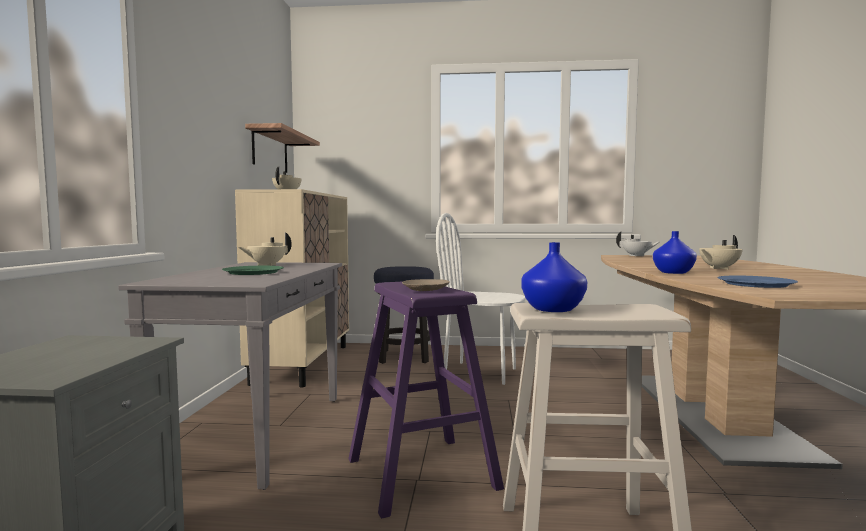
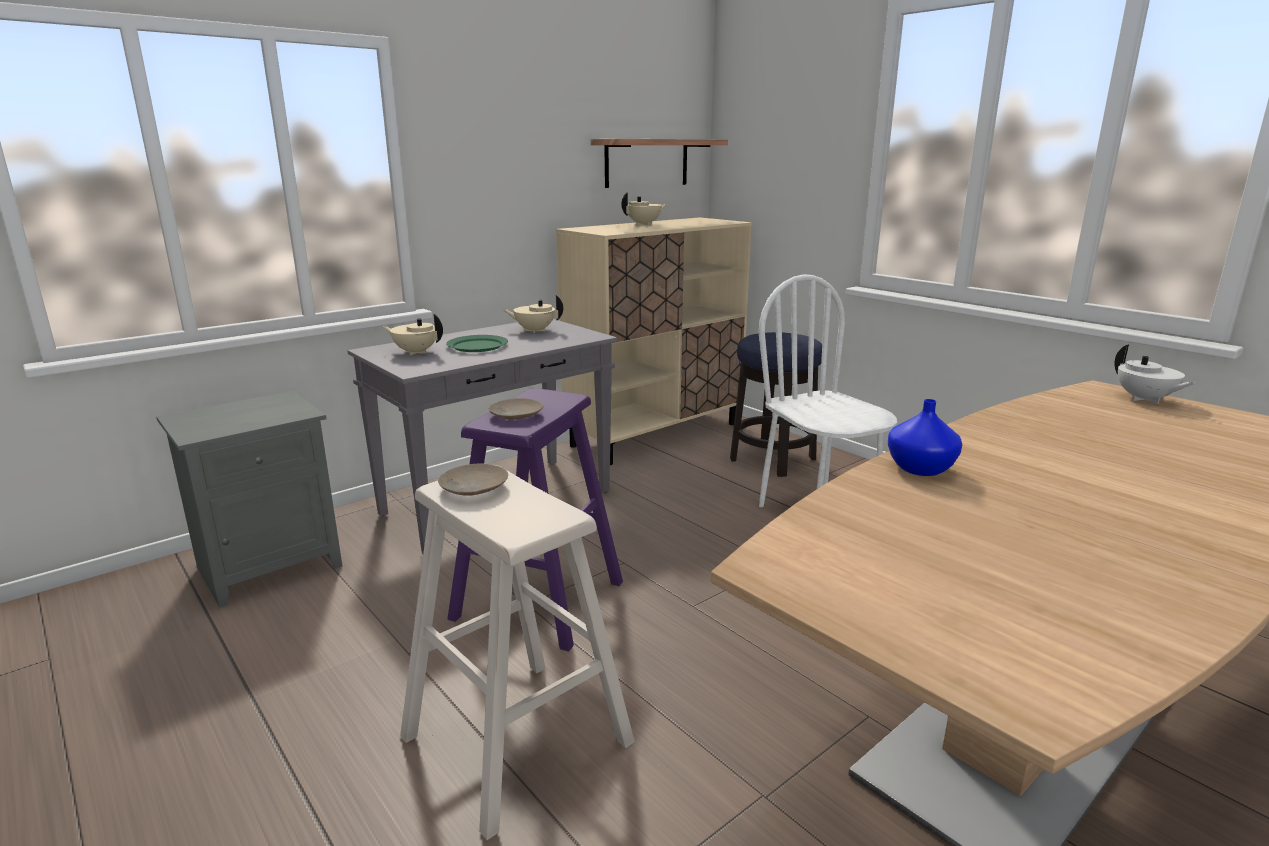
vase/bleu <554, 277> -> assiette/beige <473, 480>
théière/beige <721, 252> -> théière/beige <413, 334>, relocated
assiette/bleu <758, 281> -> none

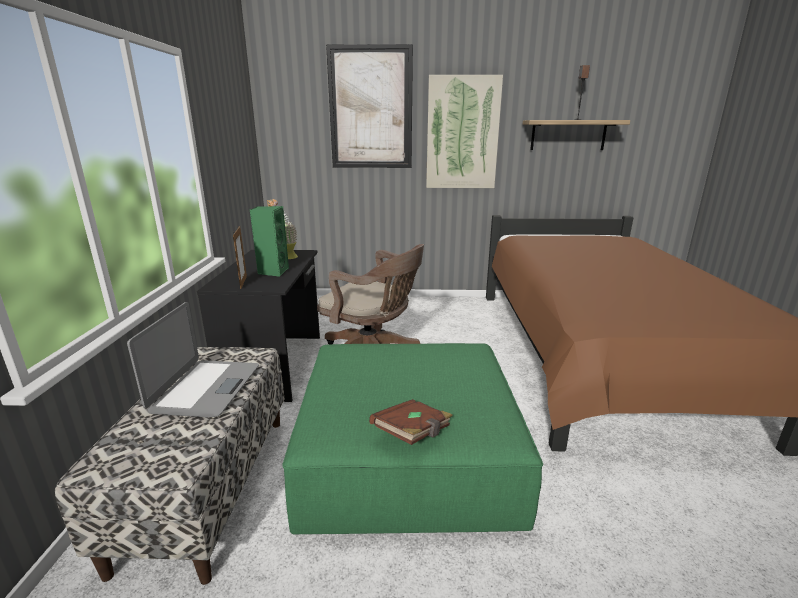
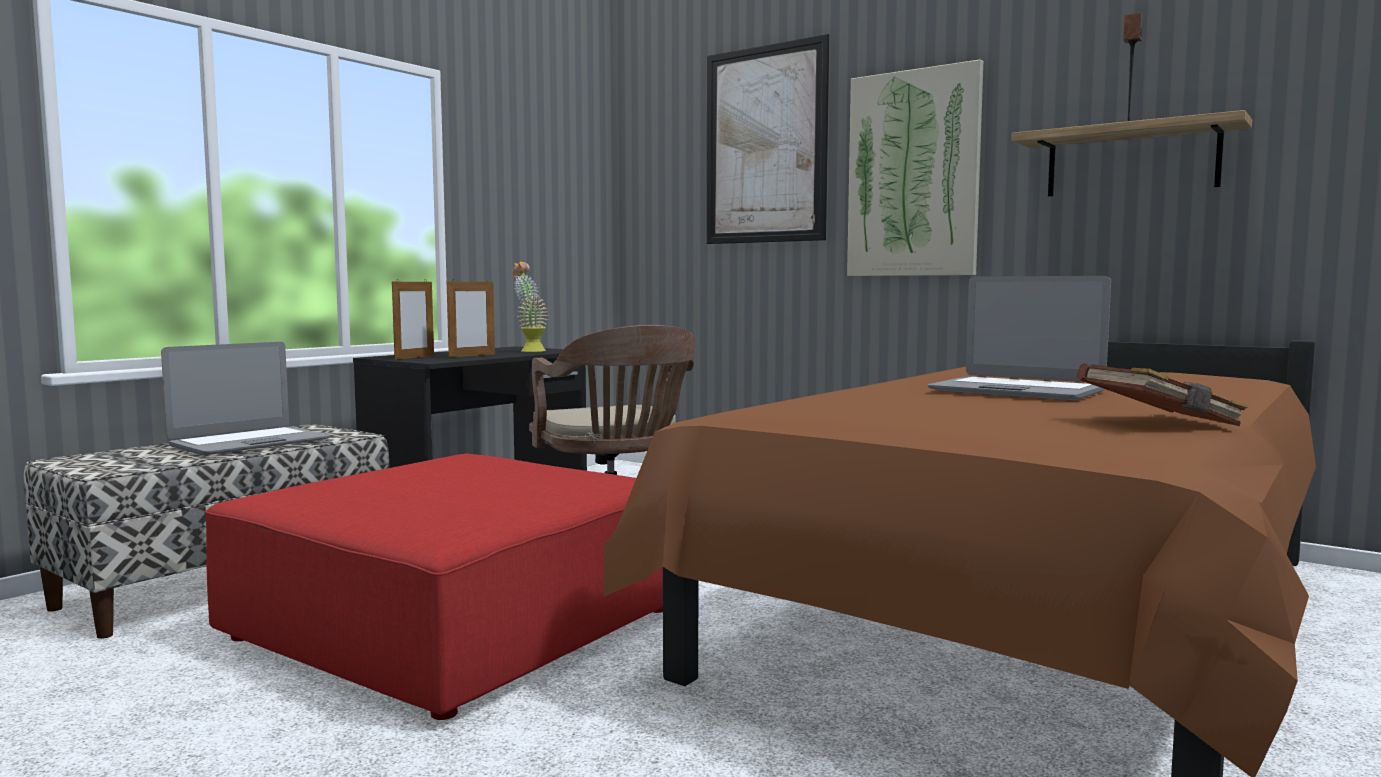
enceinte/vert <269, 241> -> cadre photo <471, 318>
pouf/vert <412, 438> -> pouf/rouge <433, 586>
livre/marron <411, 422> -> livre/marron <1162, 395>, relocated
none -> ordinateur portable <1019, 338>

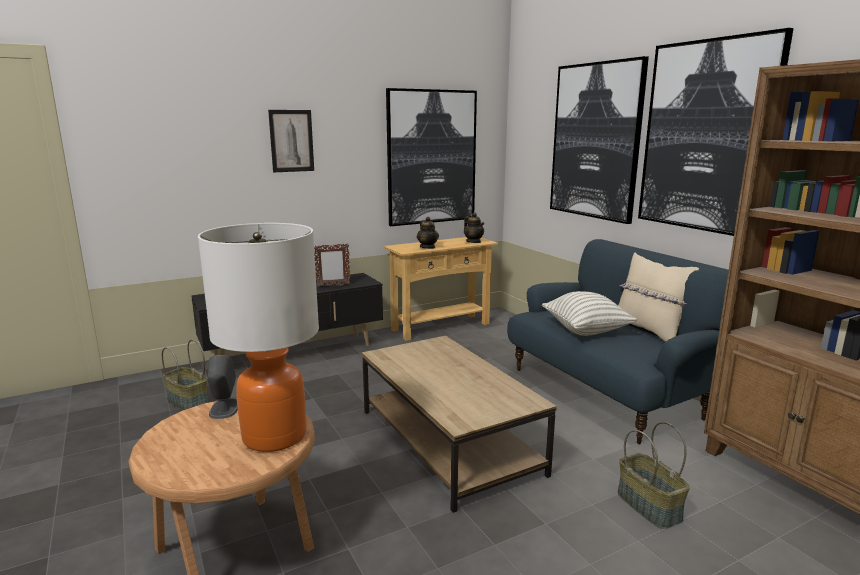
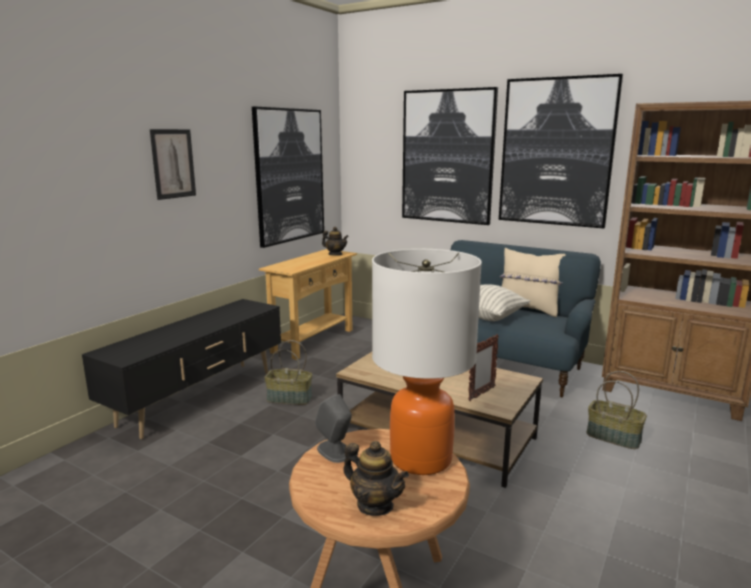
panier <185, 375> -> panier <288, 372>, relocated
cadre photo <332, 265> -> cadre photo <483, 367>, relocated
théière <428, 233> -> théière <376, 478>, relocated

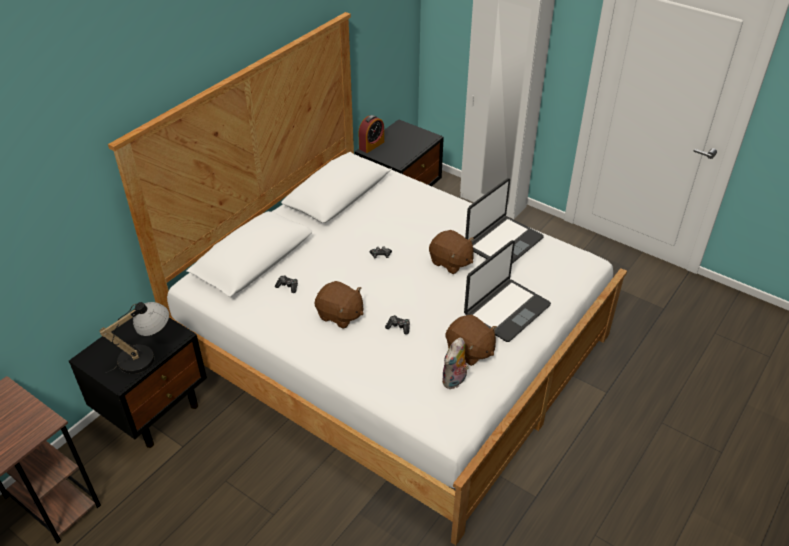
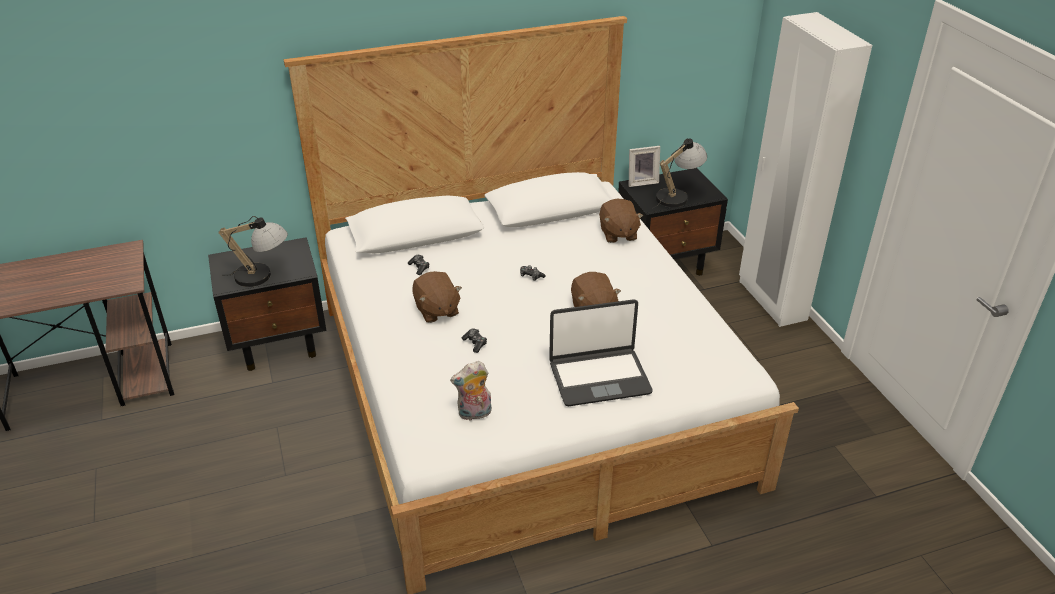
réveil <371, 134> -> cadre photo <644, 166>
peluche/marron <471, 340> -> peluche/marron <621, 221>, relocated
ordinateur portable <504, 221> -> none
none -> lampe de table <679, 174>

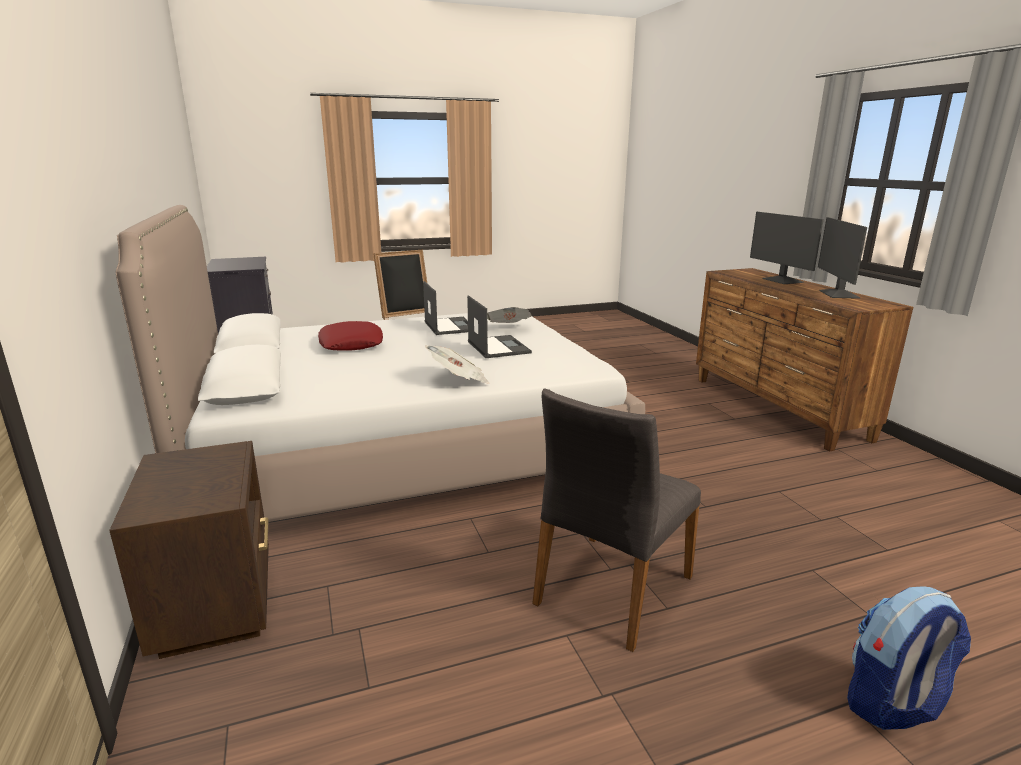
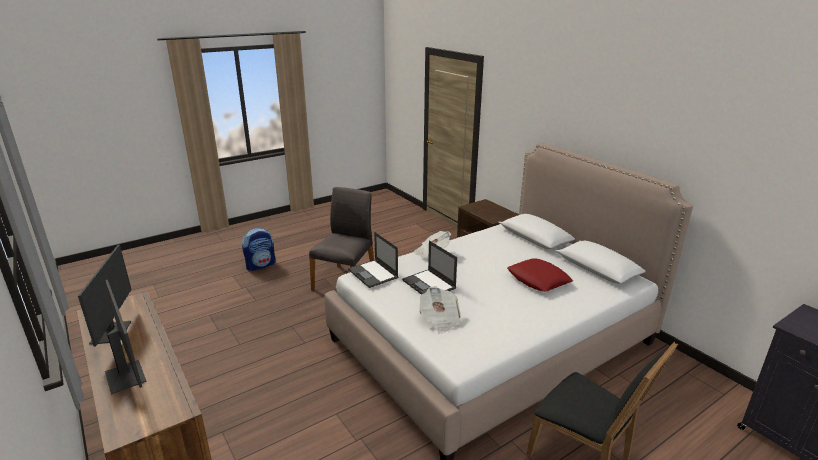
ordinateur portable <445, 308> -> ordinateur portable <373, 260>, relocated

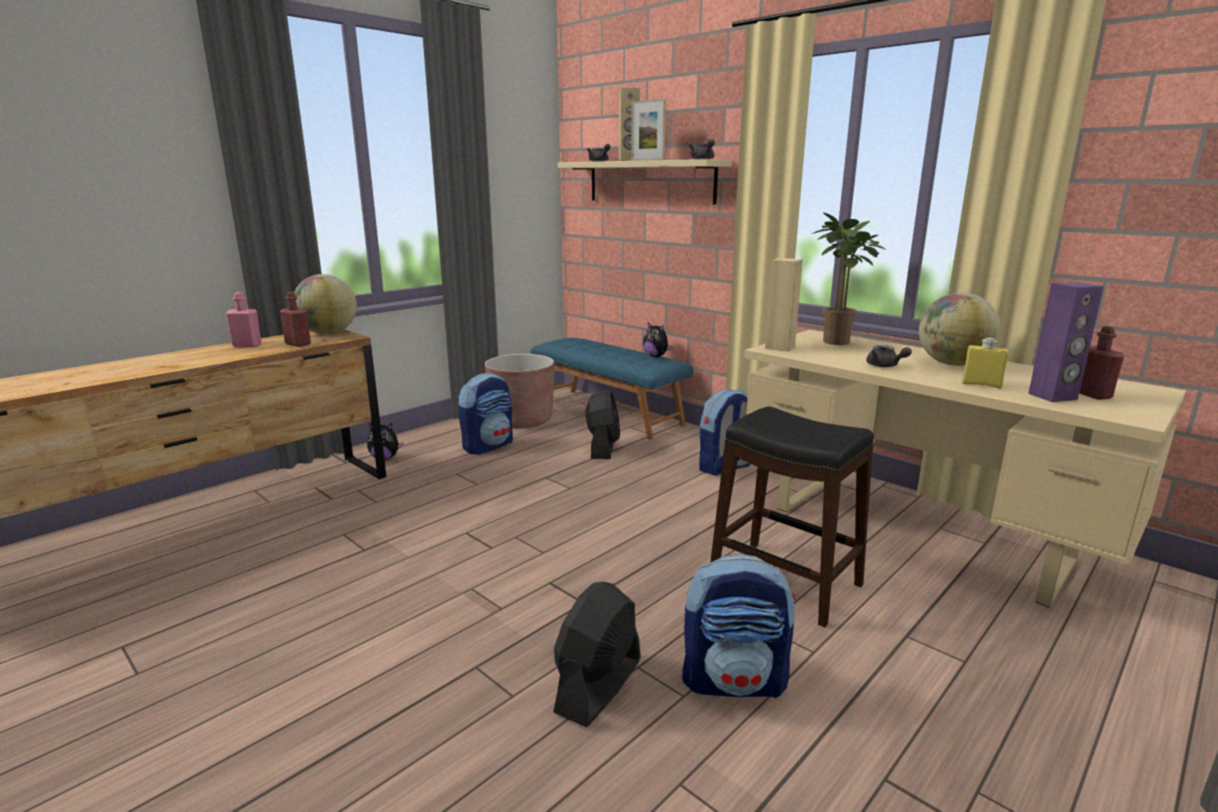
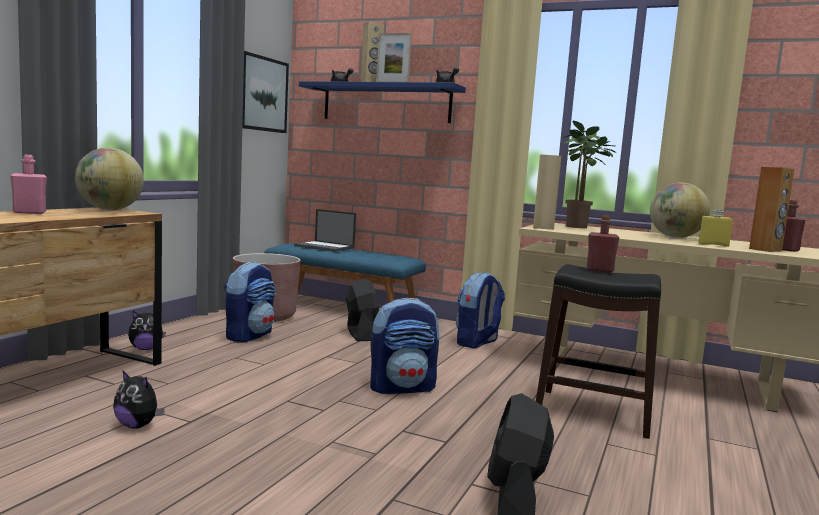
bouteille/rouge <295, 319> -> bouteille/rouge <603, 244>, relocated
étagère/beige <645, 182> -> étagère/bleu <382, 102>
peluche <658, 339> -> peluche <139, 399>, relocated
sac à dos <739, 625> -> sac à dos <404, 346>, relocated
théière/gris <889, 356> -> none
enceinte/violet <1066, 342> -> enceinte/marron <772, 209>
none -> tableau <265, 92>
none -> ordinateur portable <325, 230>

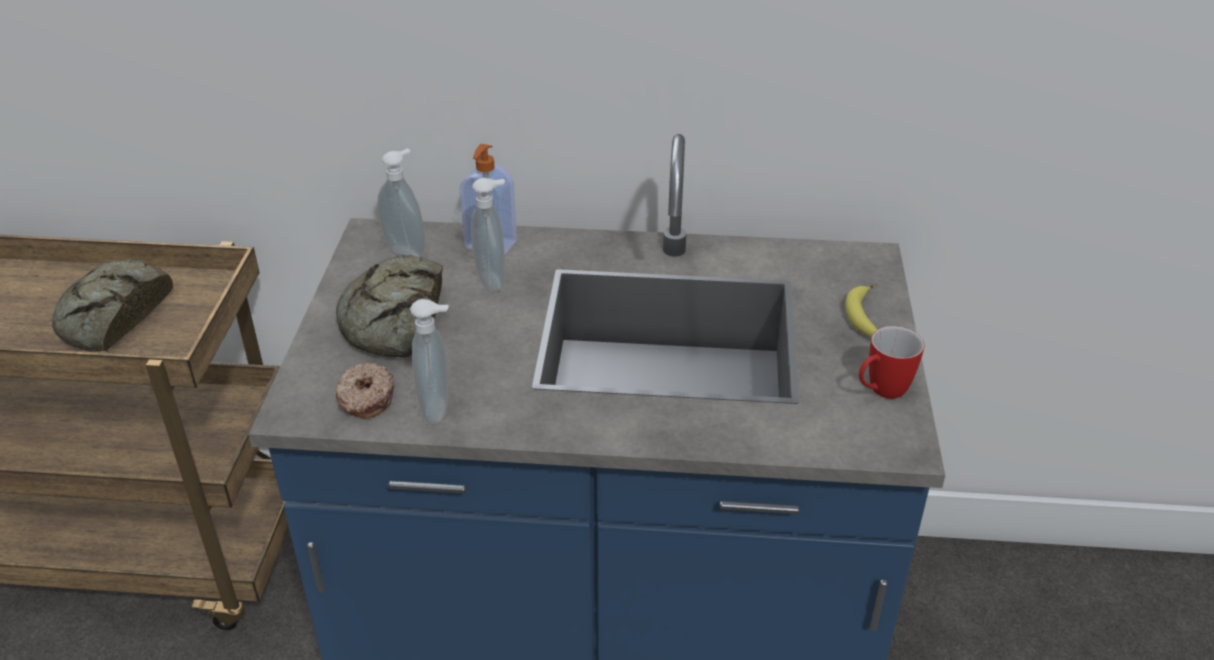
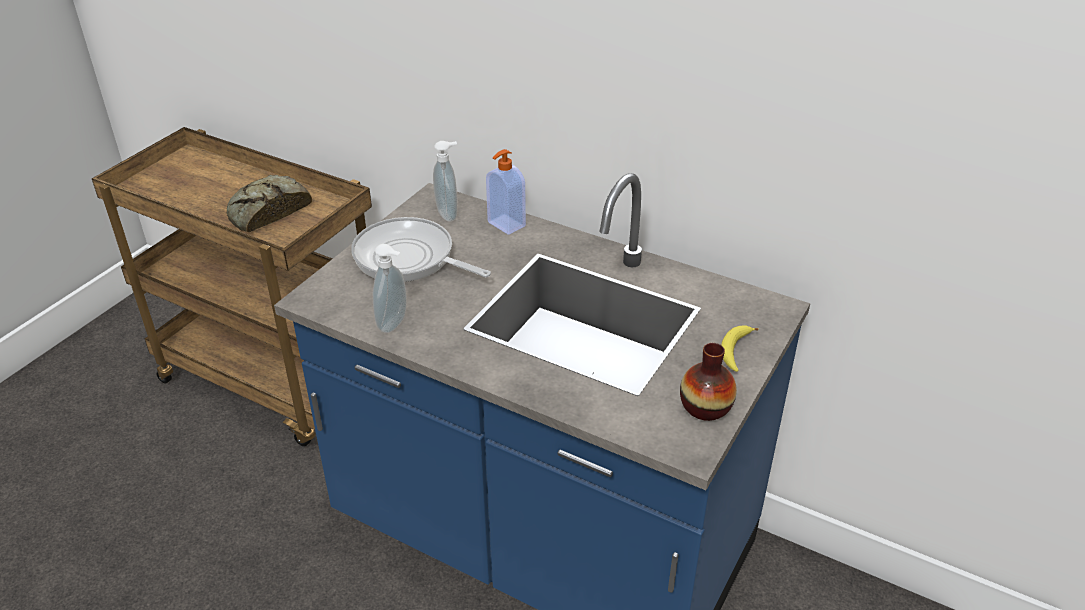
beignet <364, 390> -> none
pain <389, 306> -> poêle <421, 249>
distributeur de savon <488, 234> -> none
mug <891, 362> -> vase <708, 382>

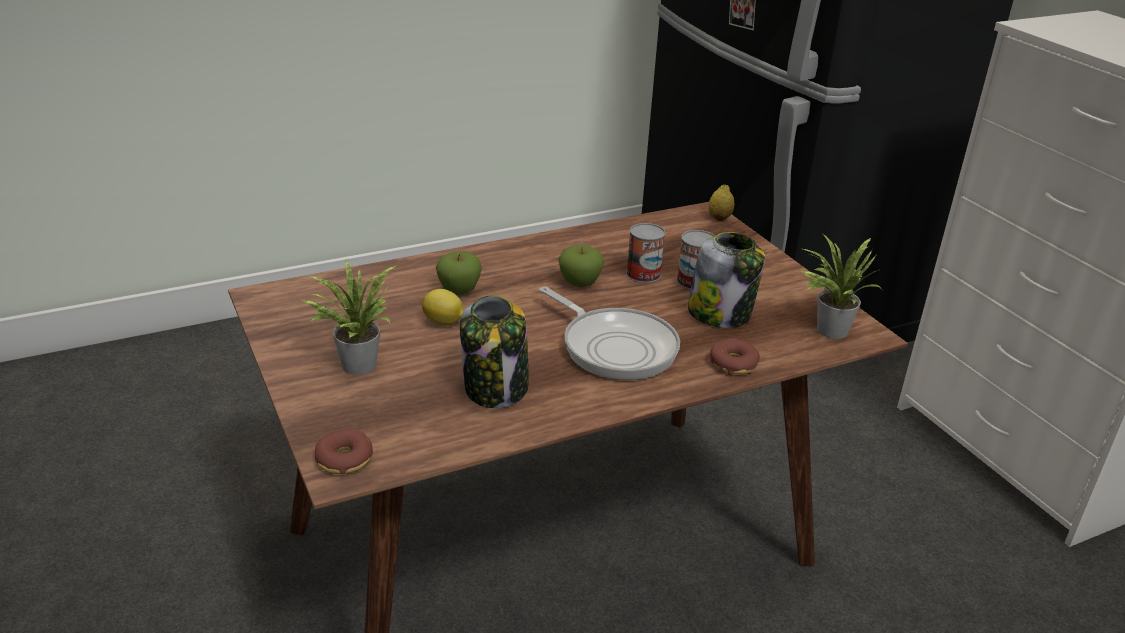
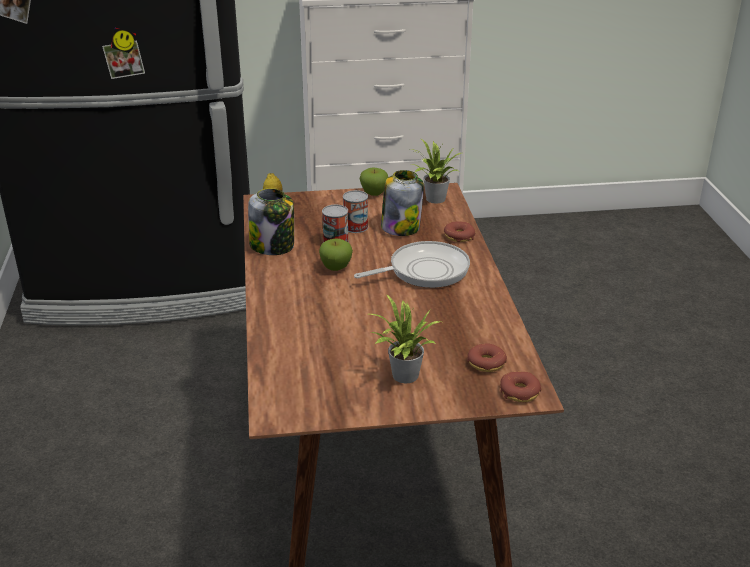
citron <443, 307> -> none
pomme <459, 273> -> pomme <374, 182>, relocated
bocal <494, 351> -> bocal <271, 221>, relocated
none -> beignet <487, 357>

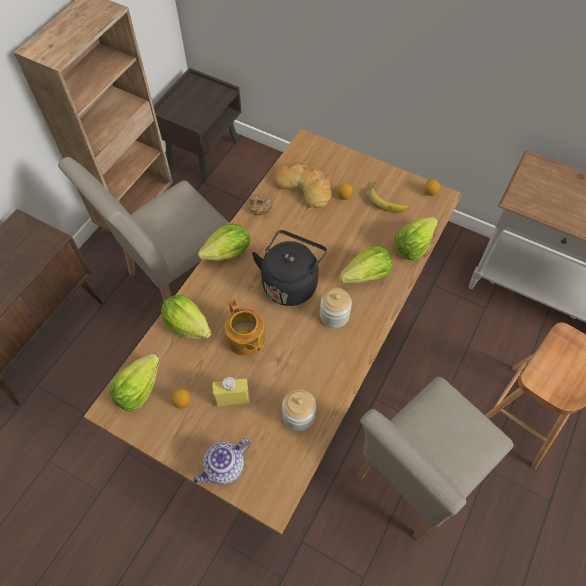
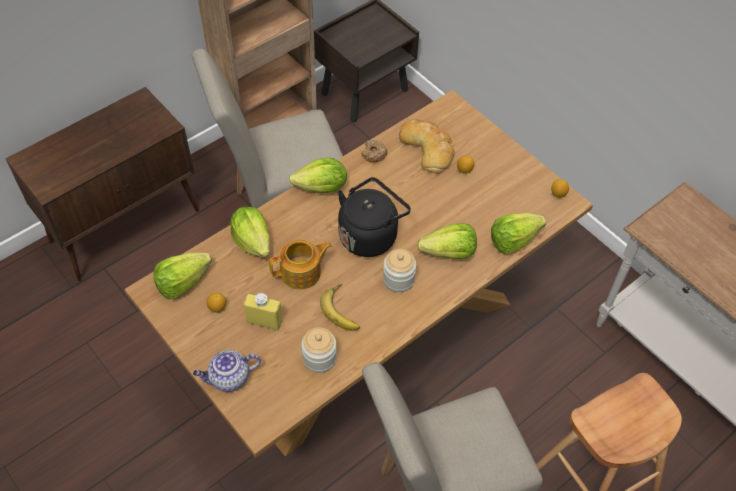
théière <245, 327> -> théière <300, 264>, 105 degrees counterclockwise
banane <387, 197> -> banane <340, 307>, relocated

